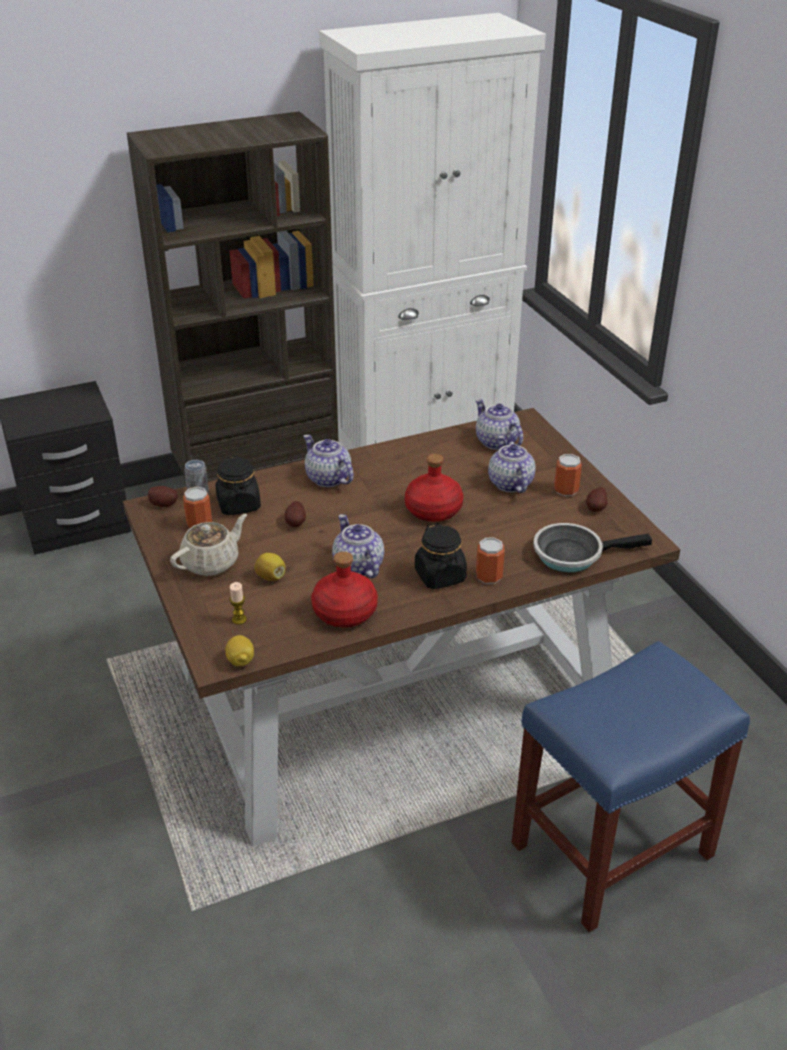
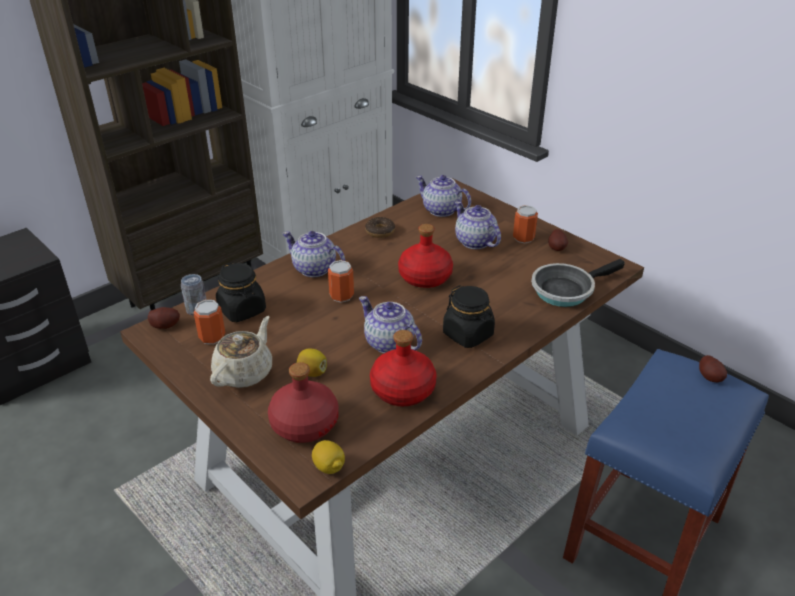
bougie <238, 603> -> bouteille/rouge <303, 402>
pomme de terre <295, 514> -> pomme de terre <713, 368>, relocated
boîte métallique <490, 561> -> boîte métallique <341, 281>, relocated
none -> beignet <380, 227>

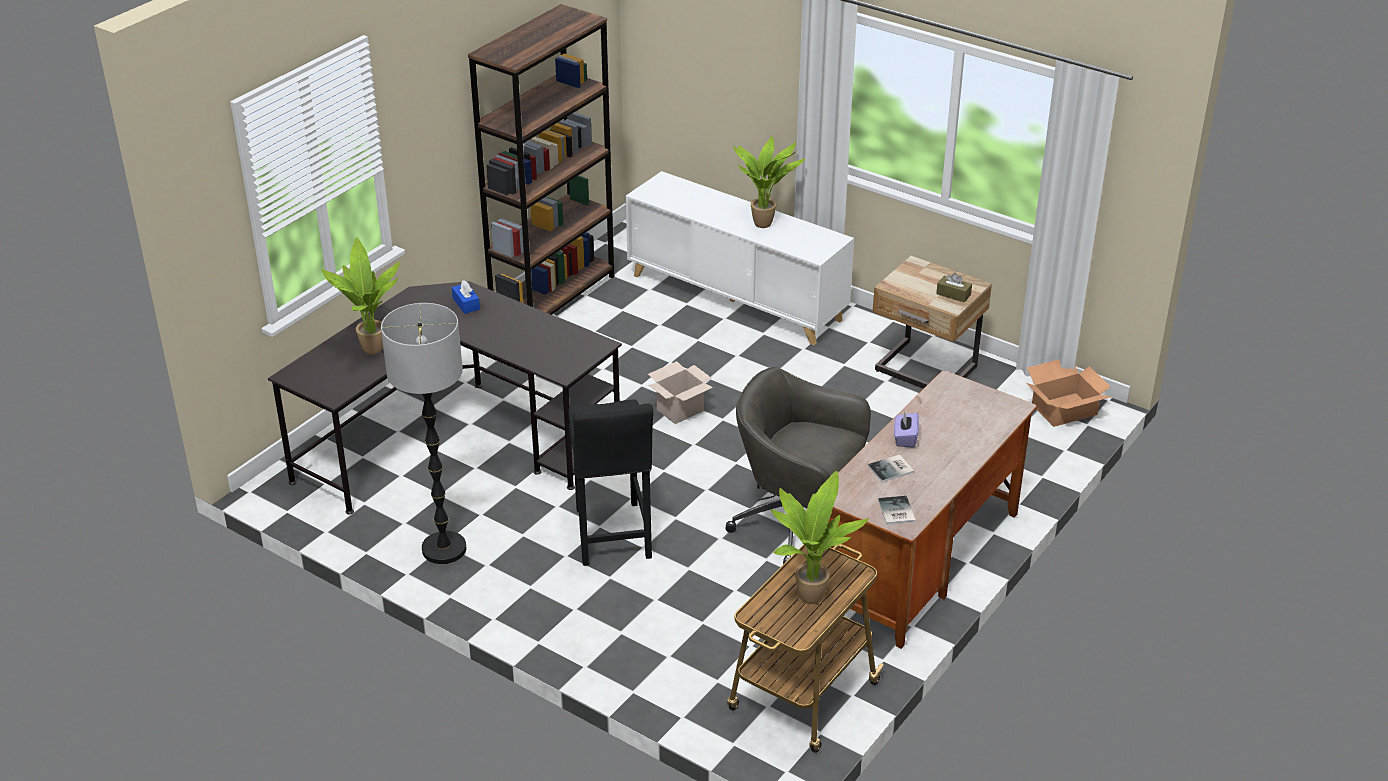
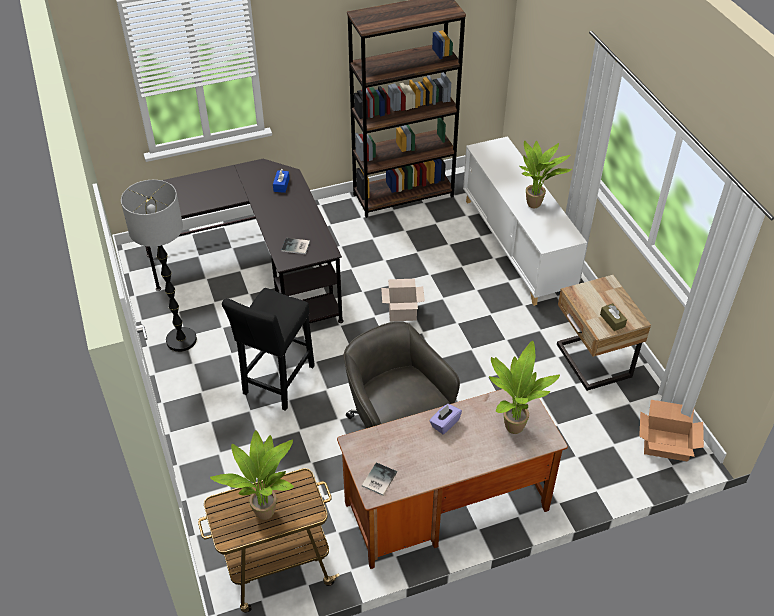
plante en pot <360, 296> -> plante en pot <524, 387>, relocated
livre <891, 468> -> livre <296, 246>, relocated

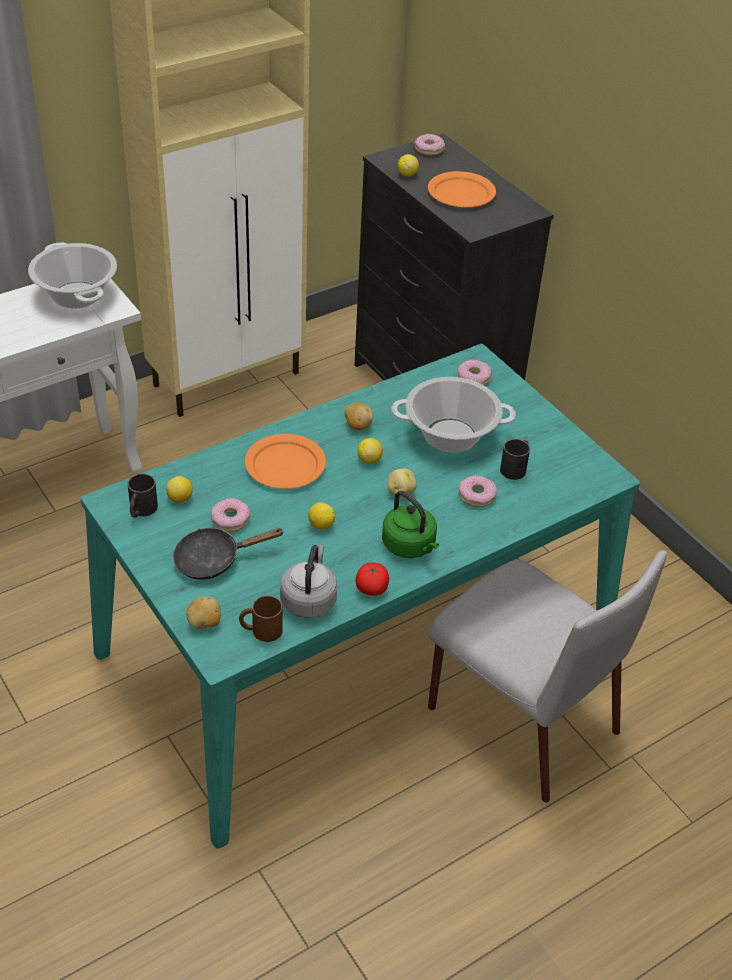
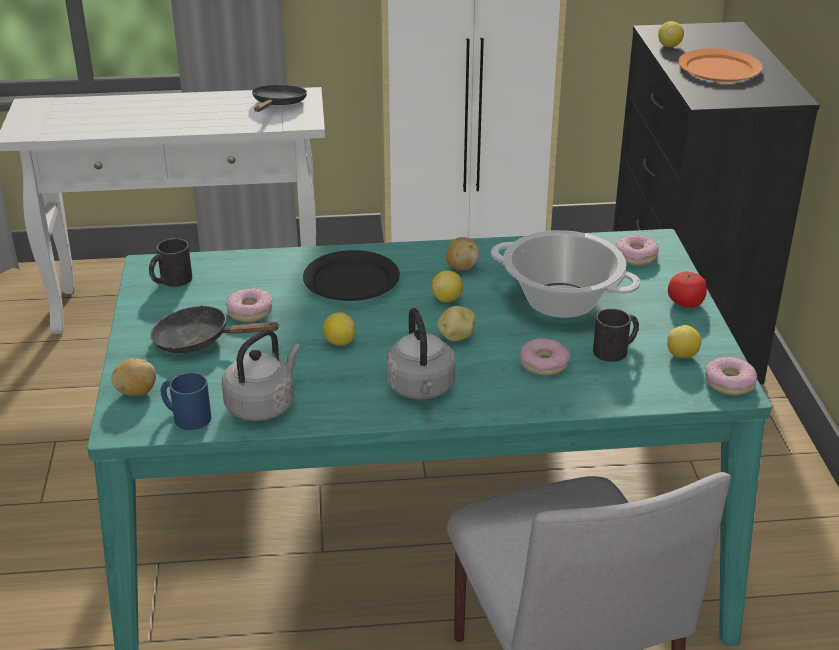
marmite <72, 275> -> poêle/noir <279, 98>
citron <179, 489> -> citron <684, 341>, relocated
mug/marron <261, 618> -> mug/bleu <186, 401>
assiette/orange <285, 461> -> assiette/noir <351, 275>
tomate <372, 579> -> tomate <687, 289>, relocated
bouilloire/vert <410, 524> -> bouilloire/gris <421, 354>
beignet <429, 145> -> beignet <731, 376>, relocated

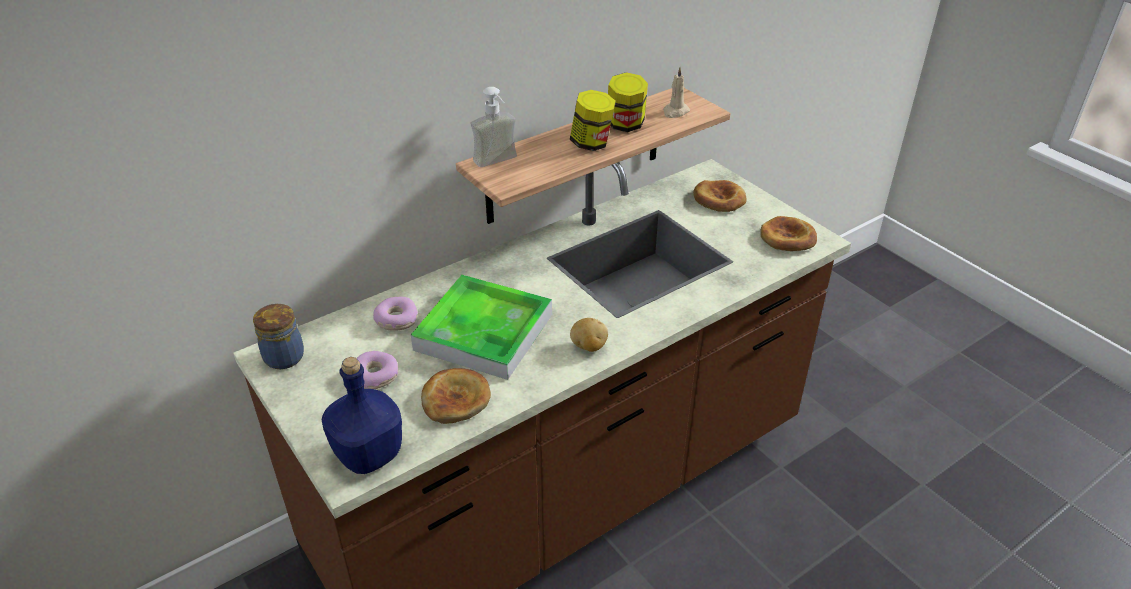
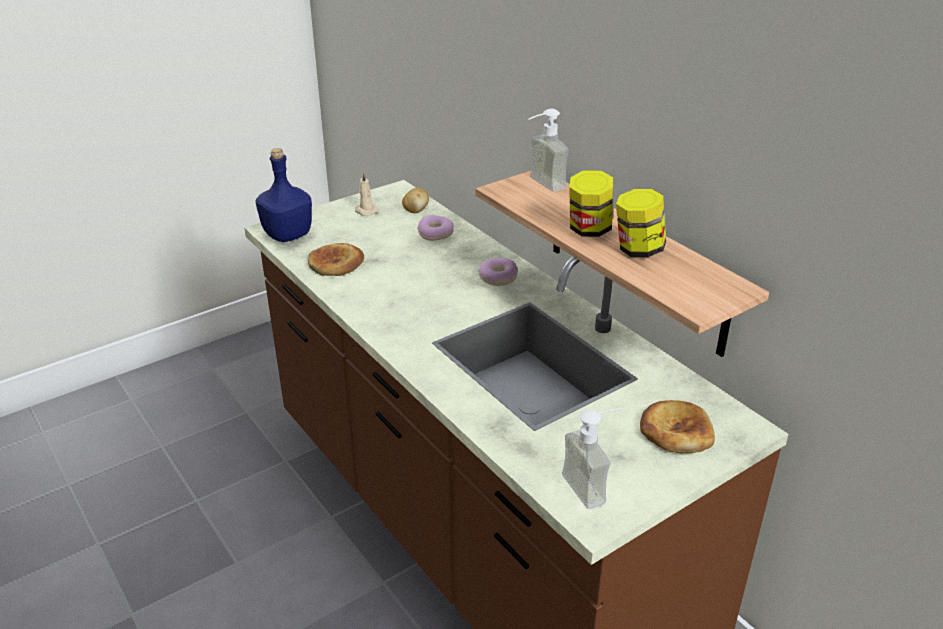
bocal <278, 336> -> none
beignet <377, 370> -> beignet <498, 272>, relocated
plateau <481, 327> -> none
pomme de terre <589, 335> -> pomme de terre <415, 200>, relocated
bougie/beige <676, 92> -> bougie/beige <367, 194>, relocated
pain <788, 233> -> distributeur de savon <592, 458>

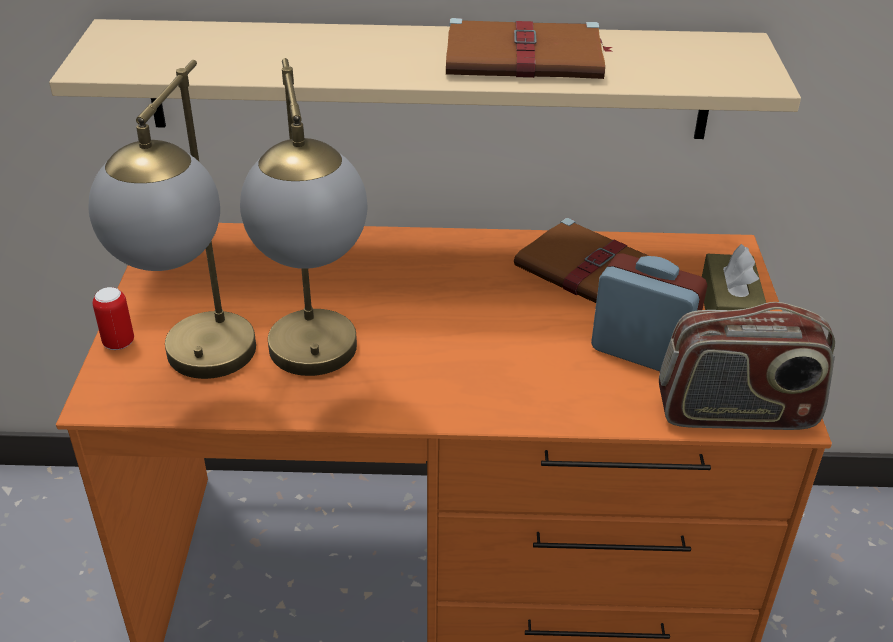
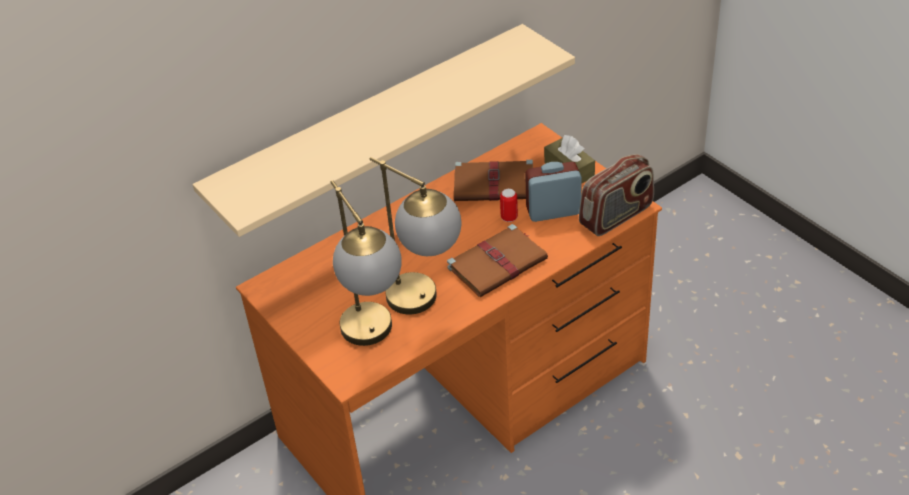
boîte métallique <113, 318> -> boîte métallique <509, 205>, relocated
livre/marron <529, 48> -> livre/marron <497, 260>, relocated

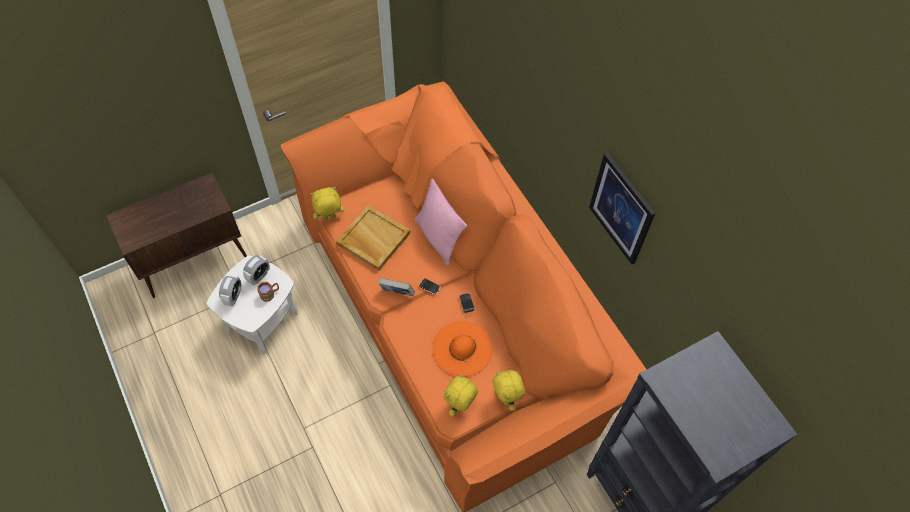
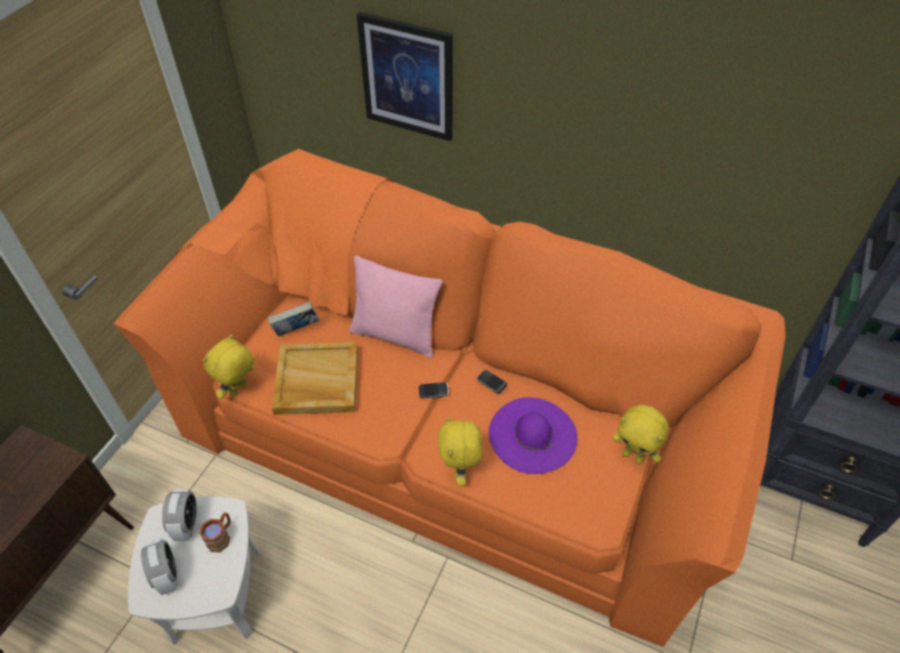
livre <397, 287> -> livre <294, 319>, relocated
chapeau/orange <462, 349> -> chapeau/violet <533, 435>
peluche/jaune <461, 395> -> peluche/jaune <460, 451>, relocated
tableau <622, 208> -> tableau <405, 76>, relocated

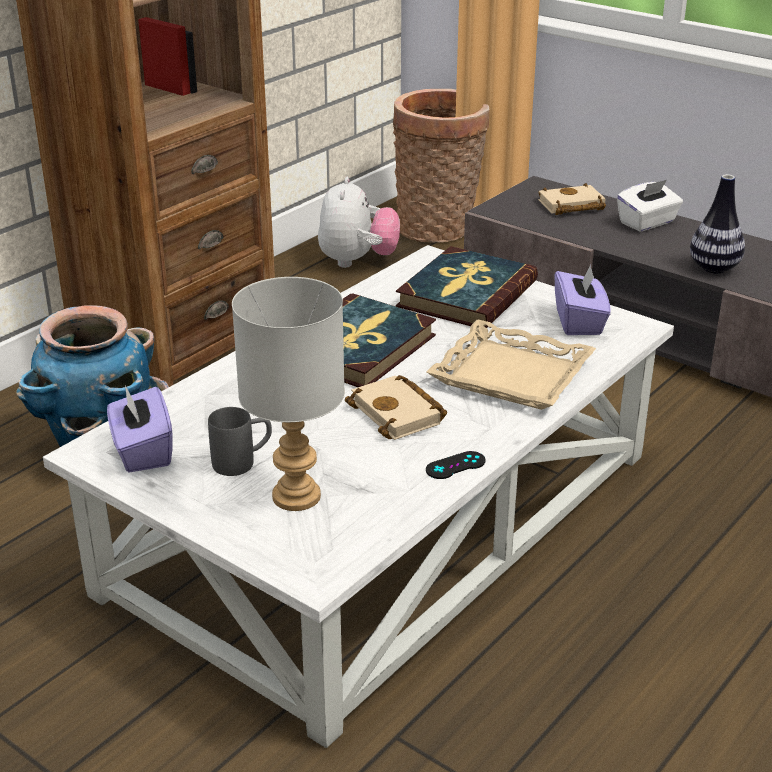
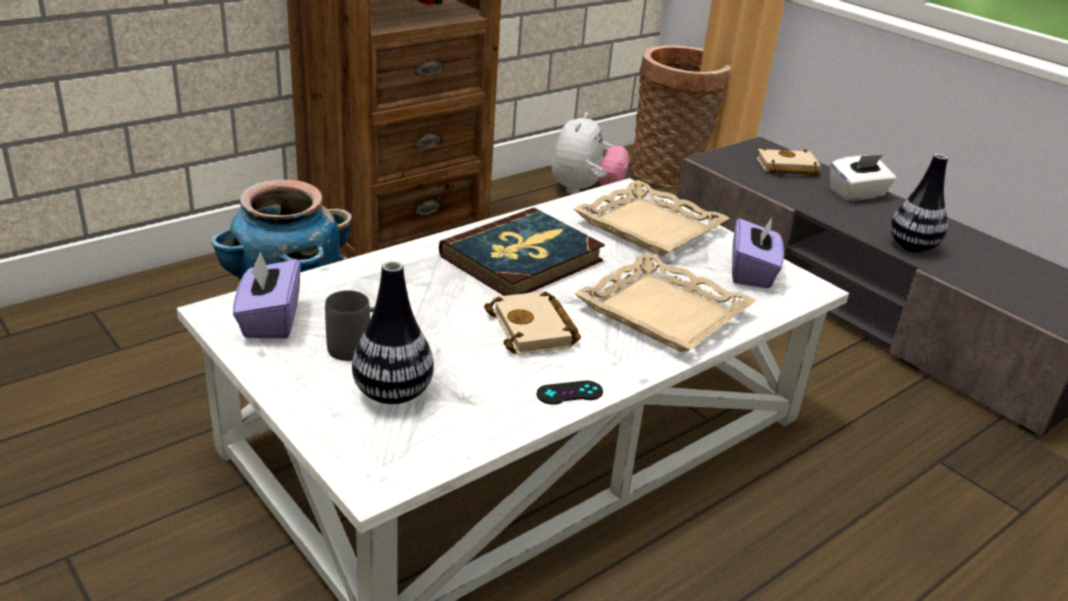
lampe de table/gris <288, 394> -> vase <393, 332>
livre <467, 287> -> plateau/beige <651, 218>

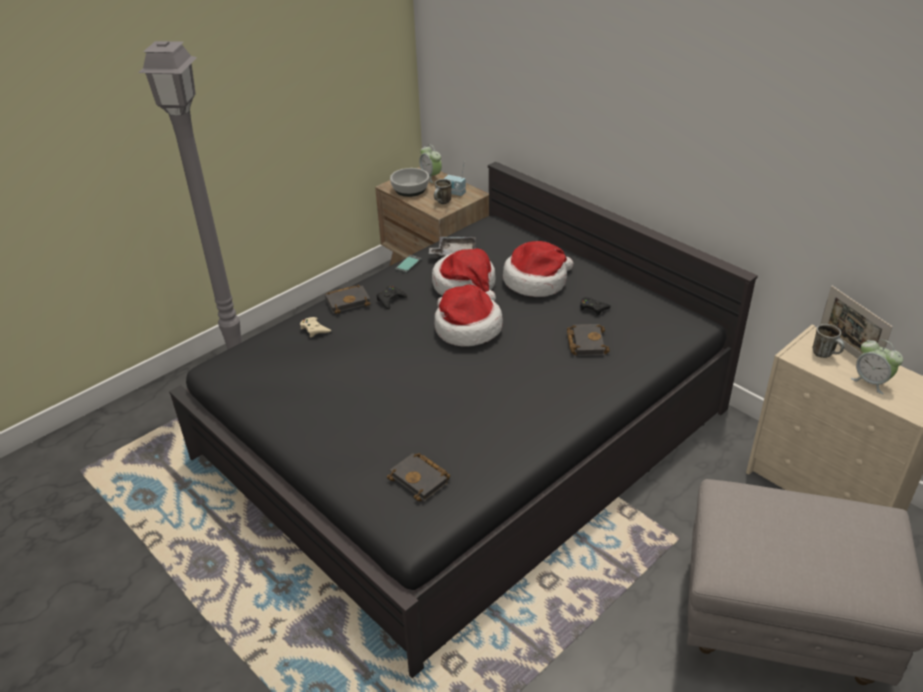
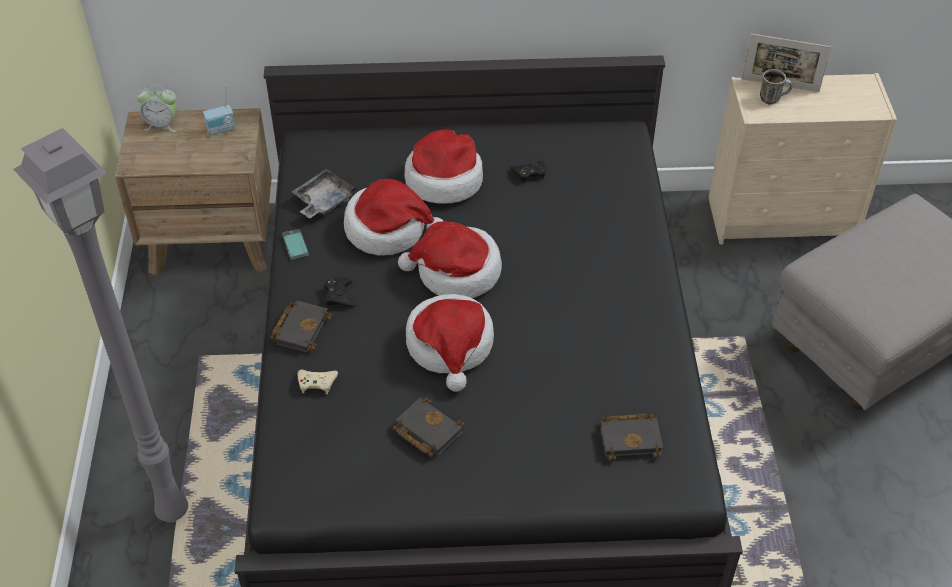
bol <409, 182> -> none
mug <443, 191> -> none
livre/noir <588, 340> -> livre/noir <429, 427>, relocated
réveil <877, 366> -> none
none -> chapeau <450, 343>

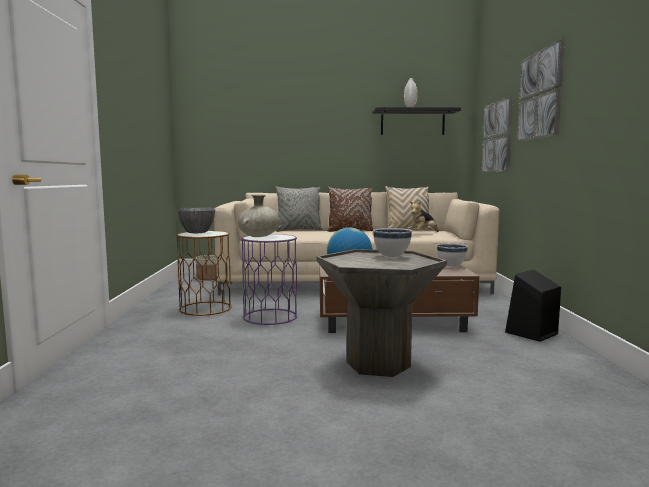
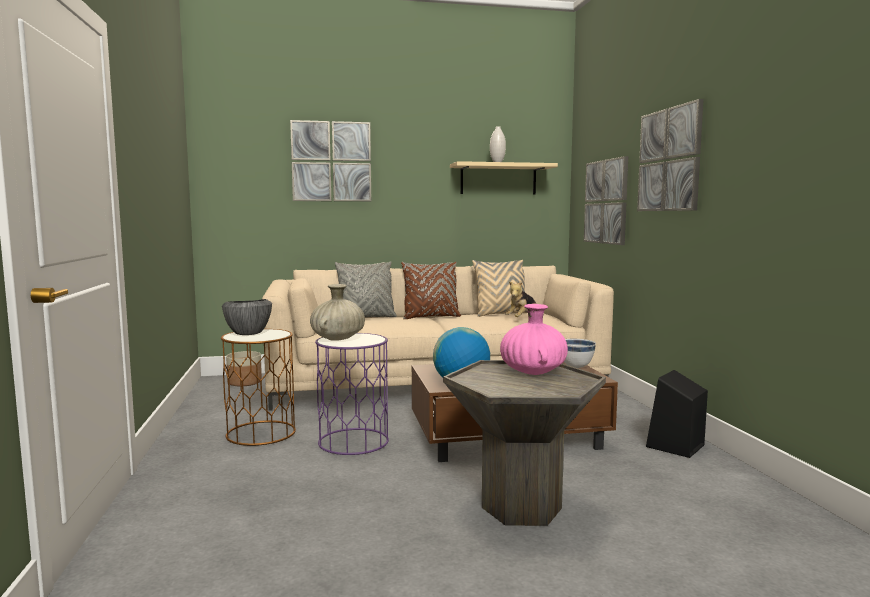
étagère/noir <416, 121> -> étagère/beige <504, 178>
bol/blanc <392, 242> -> vase/rose <534, 339>
none -> tableau <330, 160>

